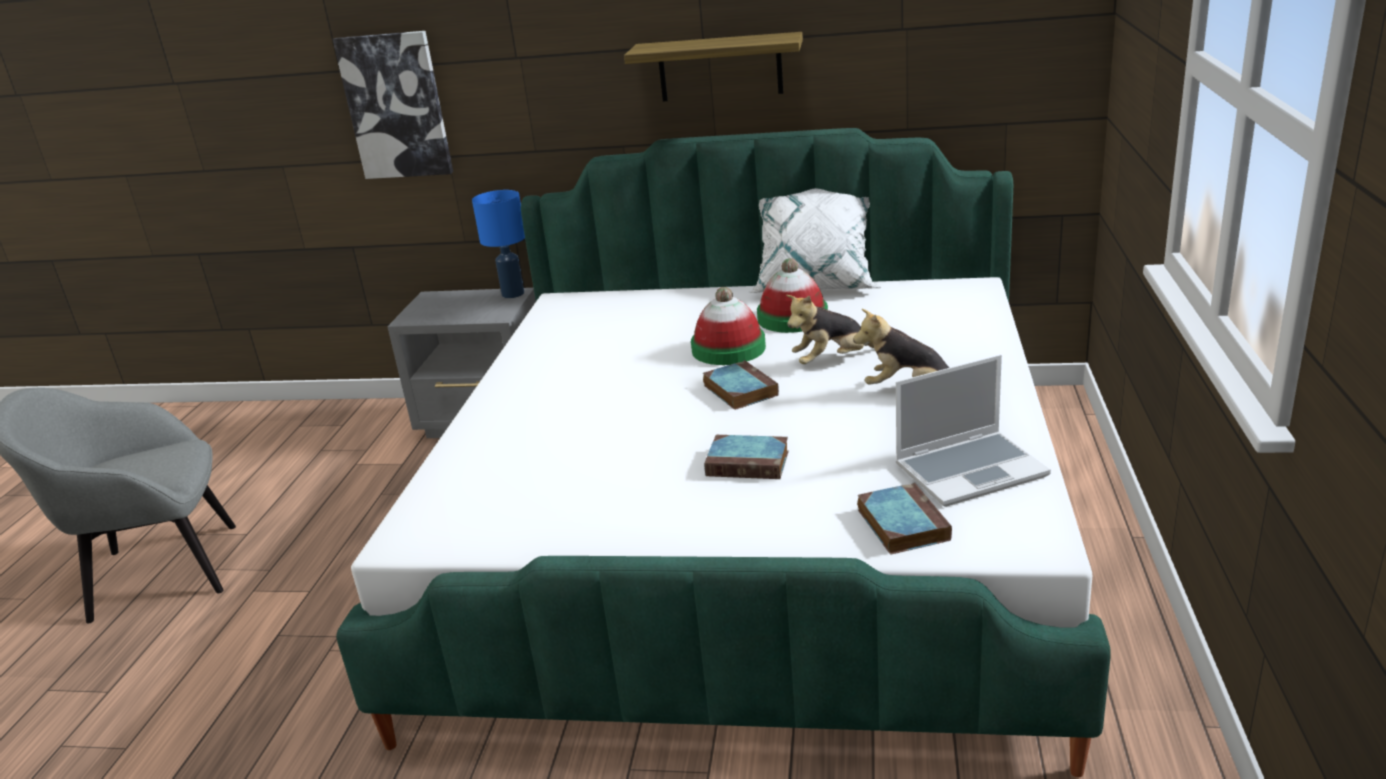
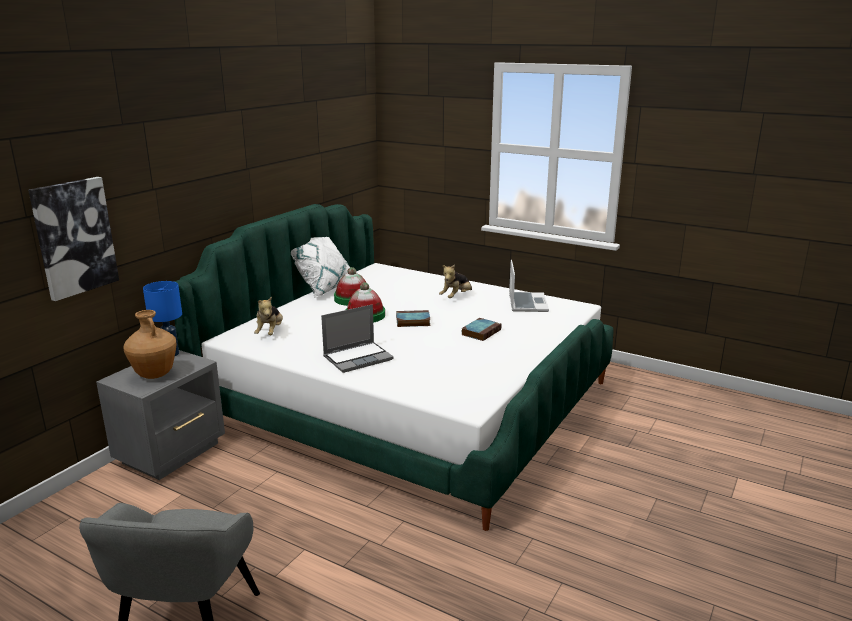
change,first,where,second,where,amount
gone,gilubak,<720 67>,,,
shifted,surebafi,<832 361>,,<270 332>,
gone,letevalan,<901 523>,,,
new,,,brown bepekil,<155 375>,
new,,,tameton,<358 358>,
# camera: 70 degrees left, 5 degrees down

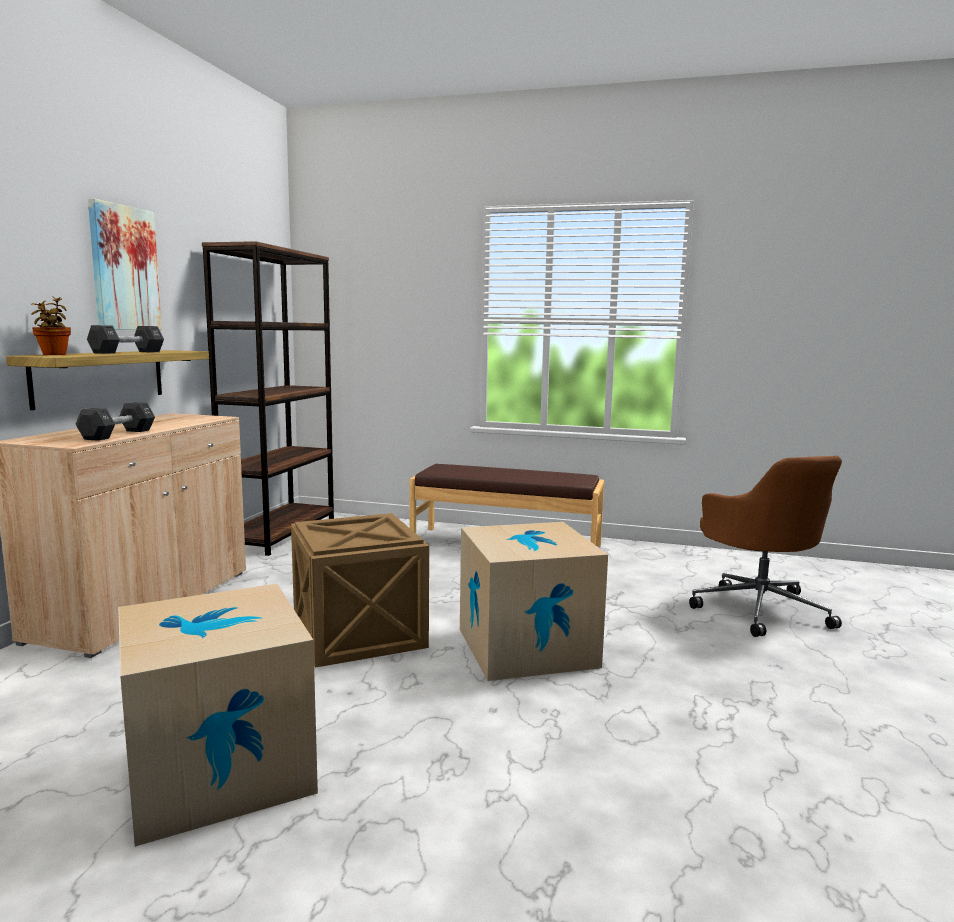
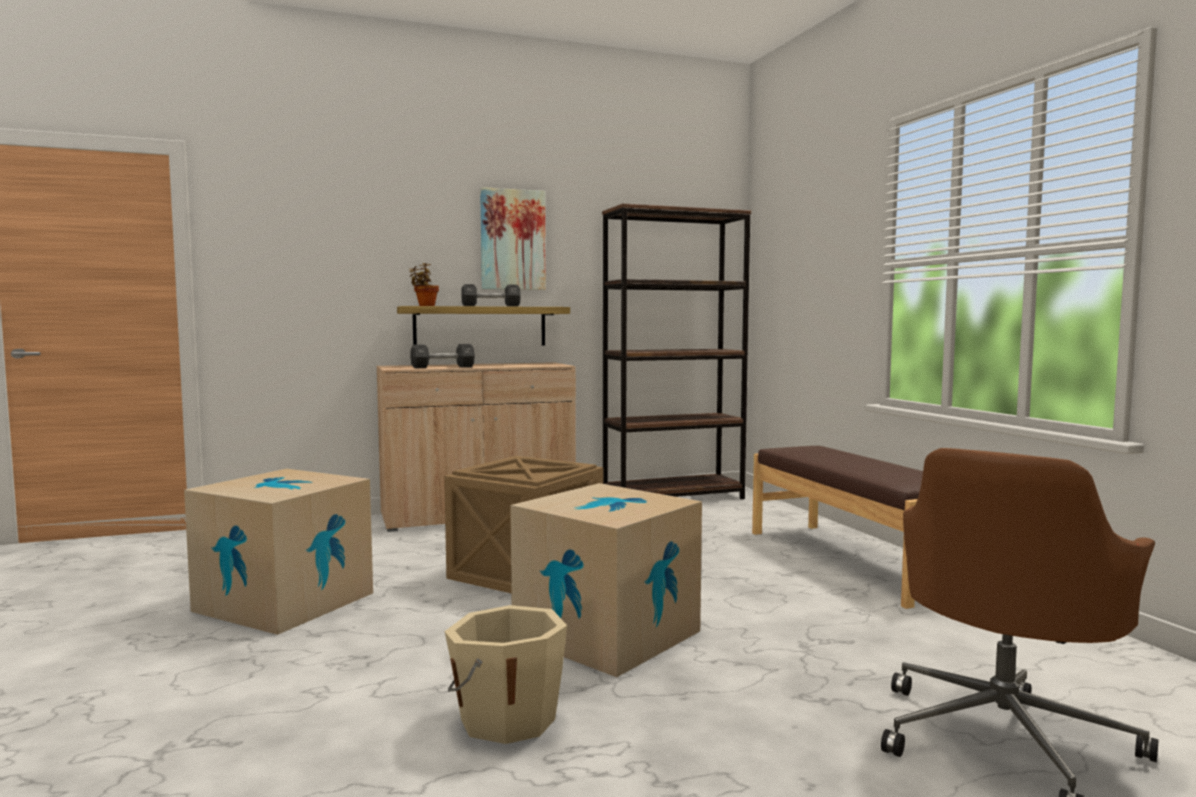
change,first,where,second,where,amount
new,,,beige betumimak,<505 718>,
# camera: 55 degrees right, 5 degrees down

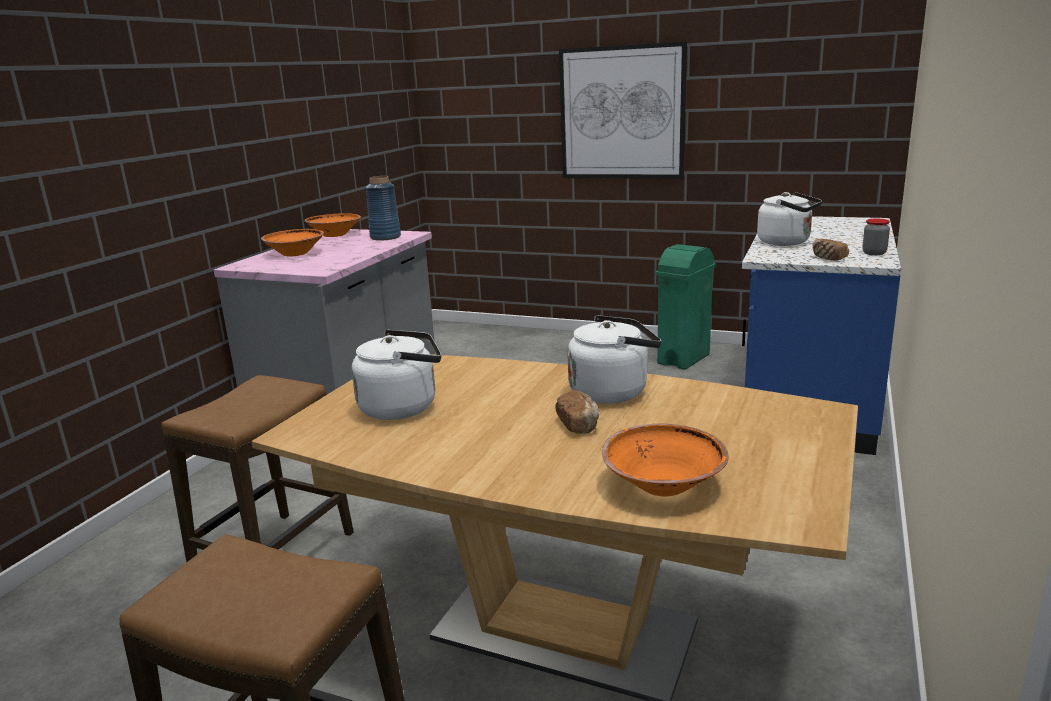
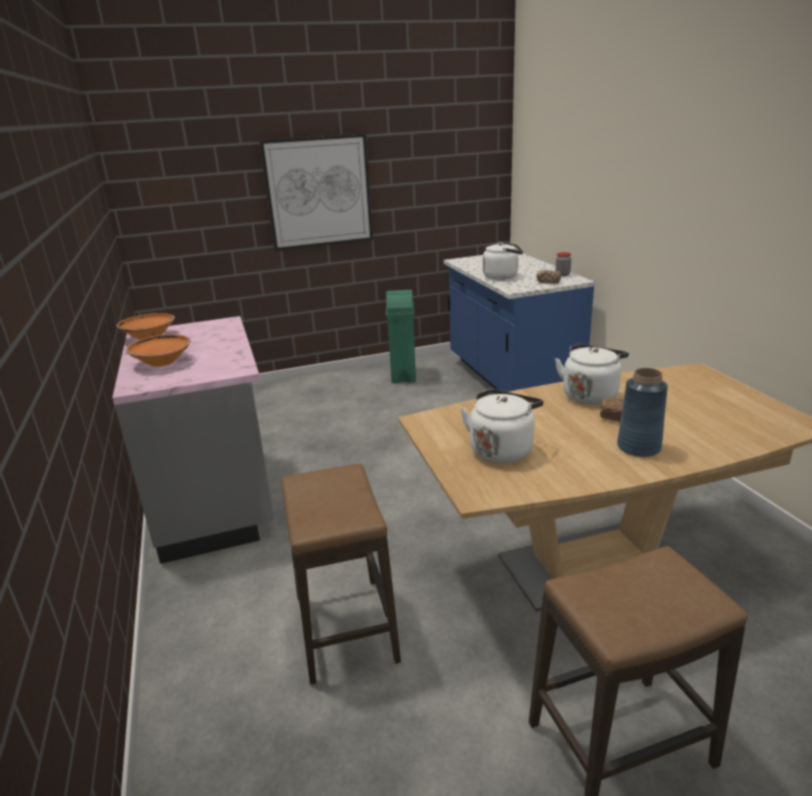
change,first,where,second,where,amount
shifted,blue bepekil,<385 237>,,<638 447>,
gone,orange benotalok,<663 484>,,,
# camera: 40 degrees left, 5 degrees up

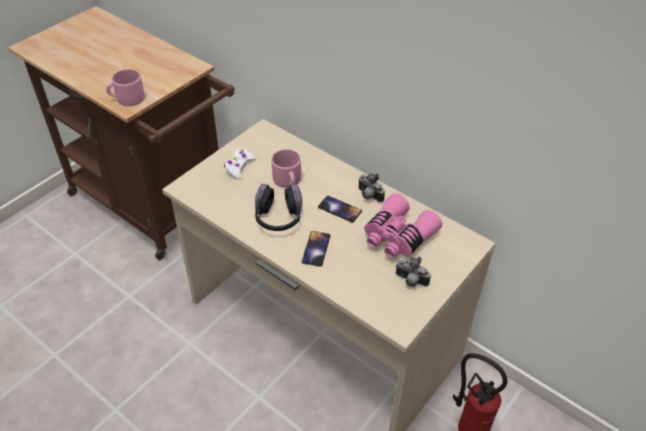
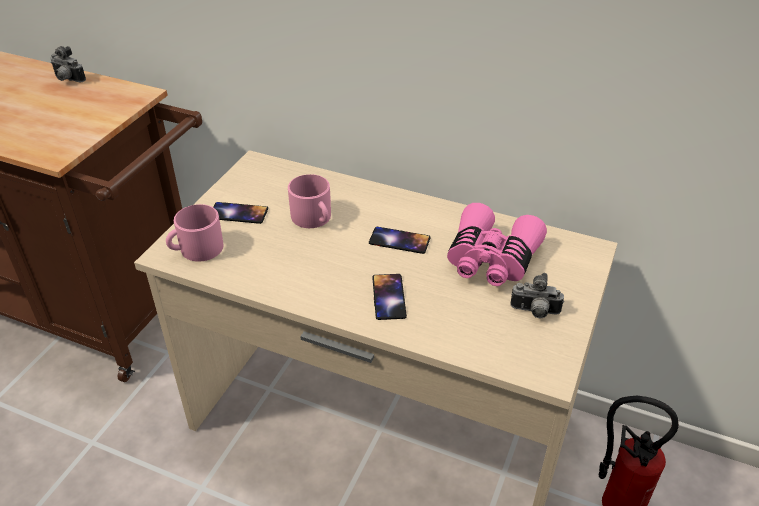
change,first,where,second,where,amount
shifted,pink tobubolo,<127 98>,,<196 249>,
swapped,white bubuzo,<239 167>,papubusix,<238 213>,
gone,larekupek,<278 218>,,,
shifted,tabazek,<368 196>,,<67 80>,
# camera: 15 degrees left, 5 degrees down

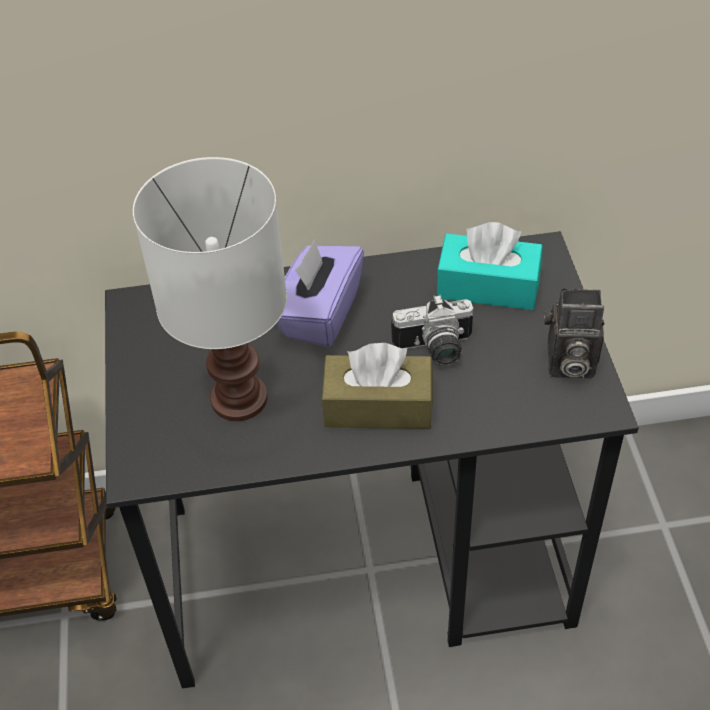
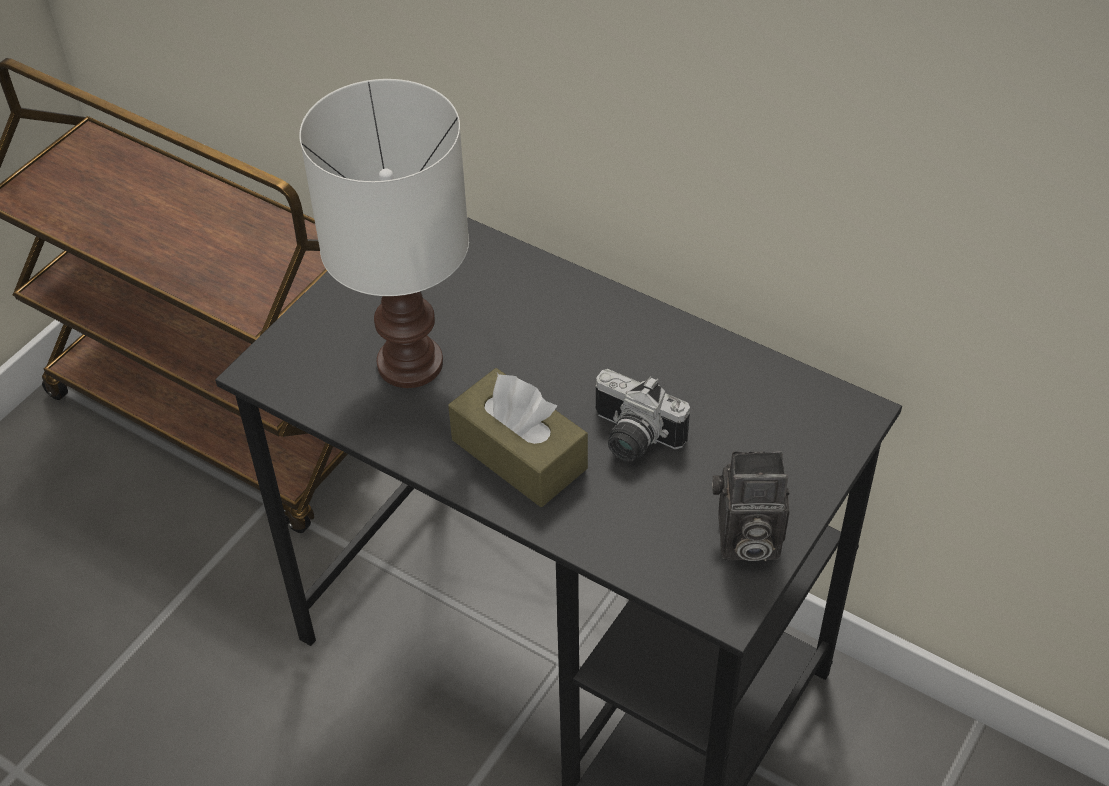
change,first,where,second,where,amount
gone,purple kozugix,<319 314>,,,
gone,turquoise kozugix,<488 286>,,,
rotated,tabazek,<567 364>,,<745 541>,45 degrees counterclockwise
# camera: 40 degrees right, 0 degrees up

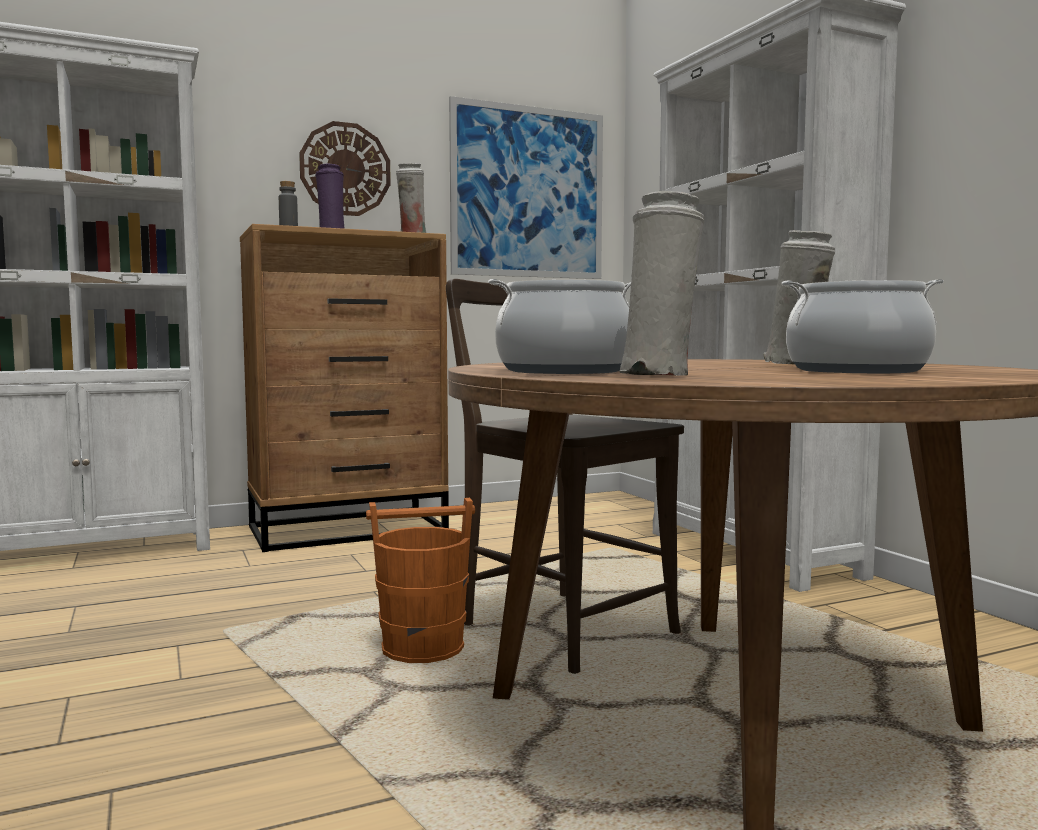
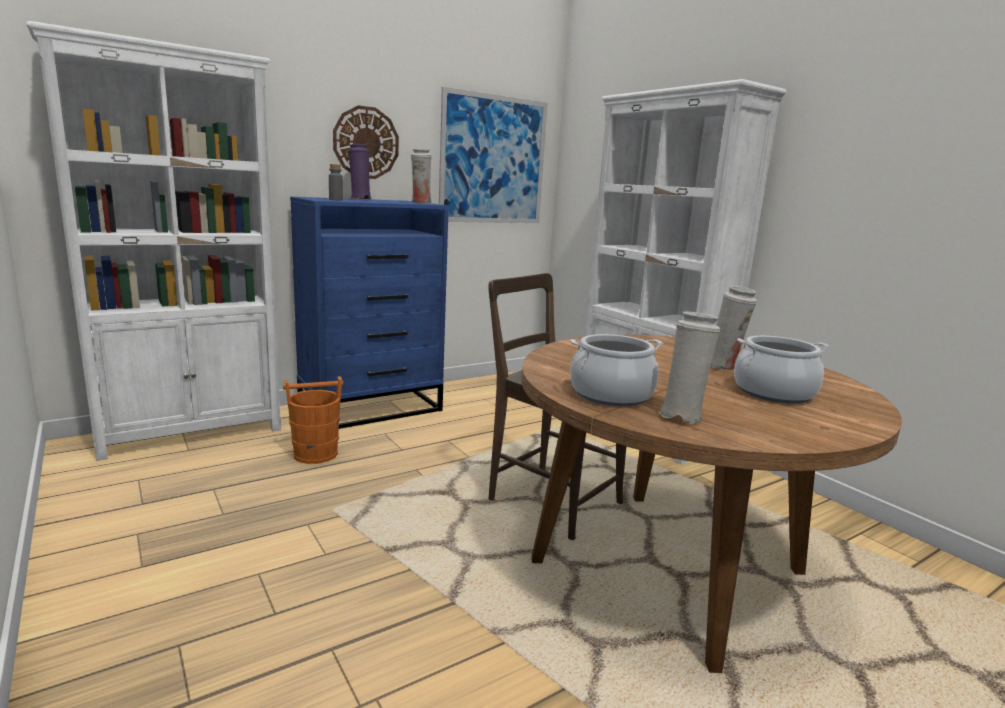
change,first,where,second,where,amount
repainted,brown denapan,<349 529>,blue denapan,<372 408>,
shifted,orange betumimak,<421 649>,,<315 454>,
# camera: 10 degrees left, 10 degrees up

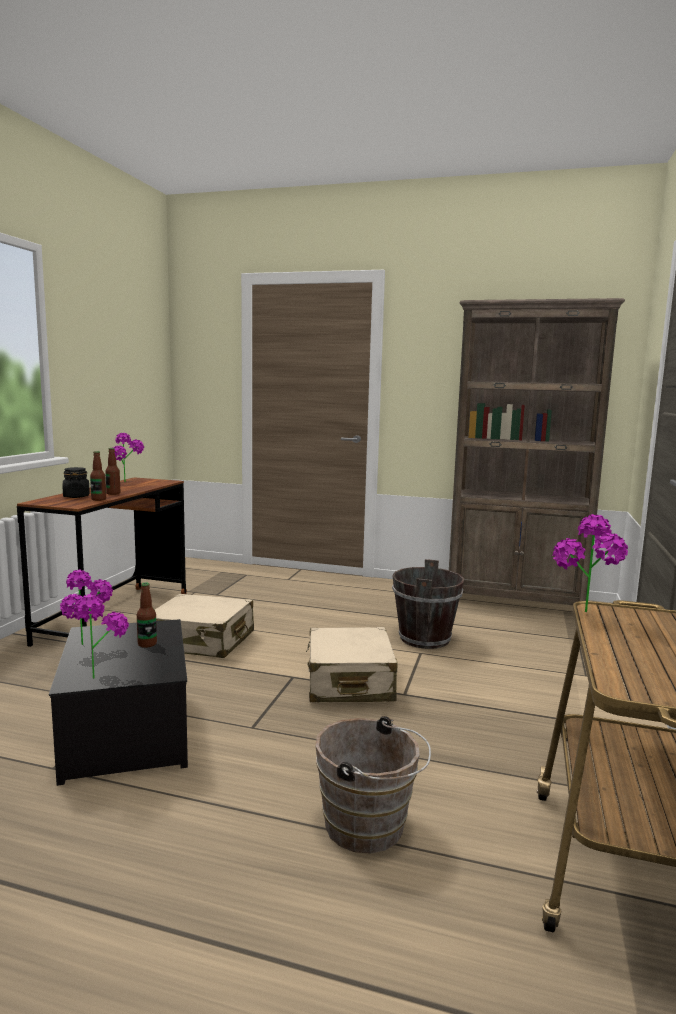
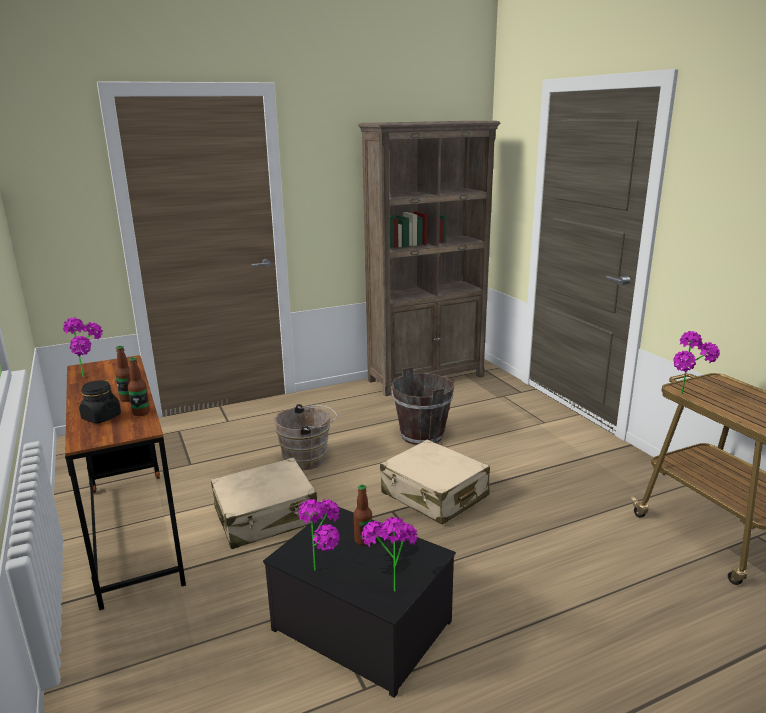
change,first,where,second,where,amount
shifted,brown betumimak,<370 828>,,<308 459>,
# camera: 40 degrees left, 10 degrees up

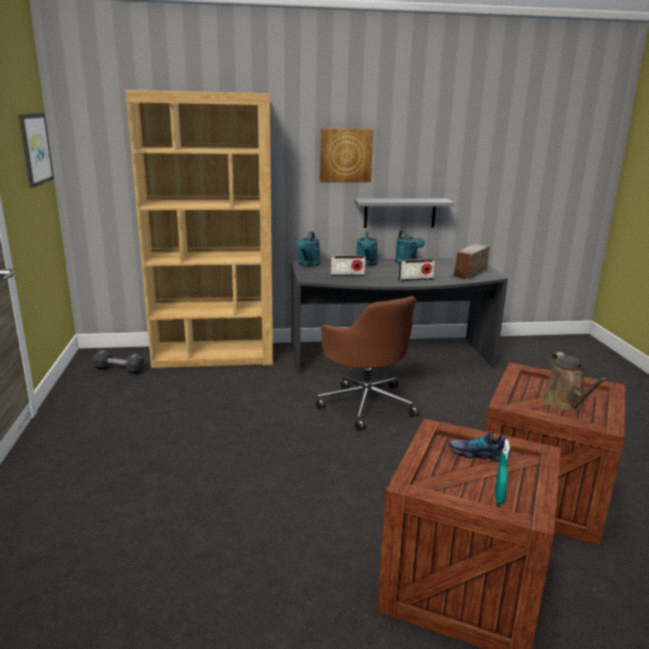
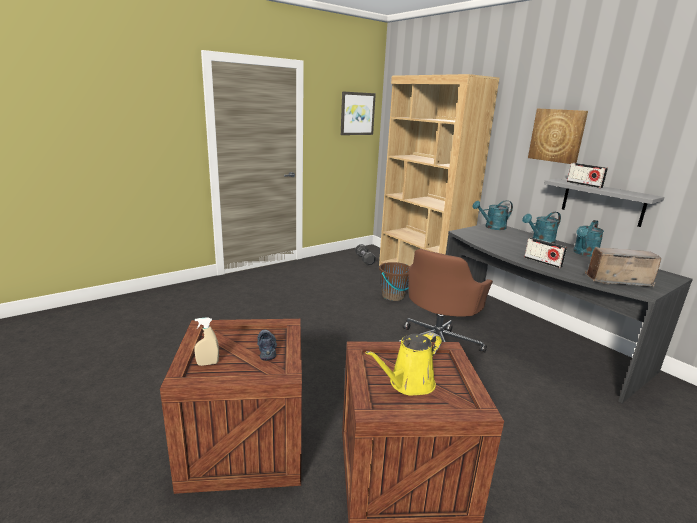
change,first,where,second,where,amount
shifted,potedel,<347 275>,,<584 185>,
repainted,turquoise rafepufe,<499 497>,beige rafepufe,<207 363>,
repainted,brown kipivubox,<566 403>,yellow kipivubox,<408 384>,
new,,,brown betumimak,<393 296>,
# camera: 60 degrees right, 0 degrees up

